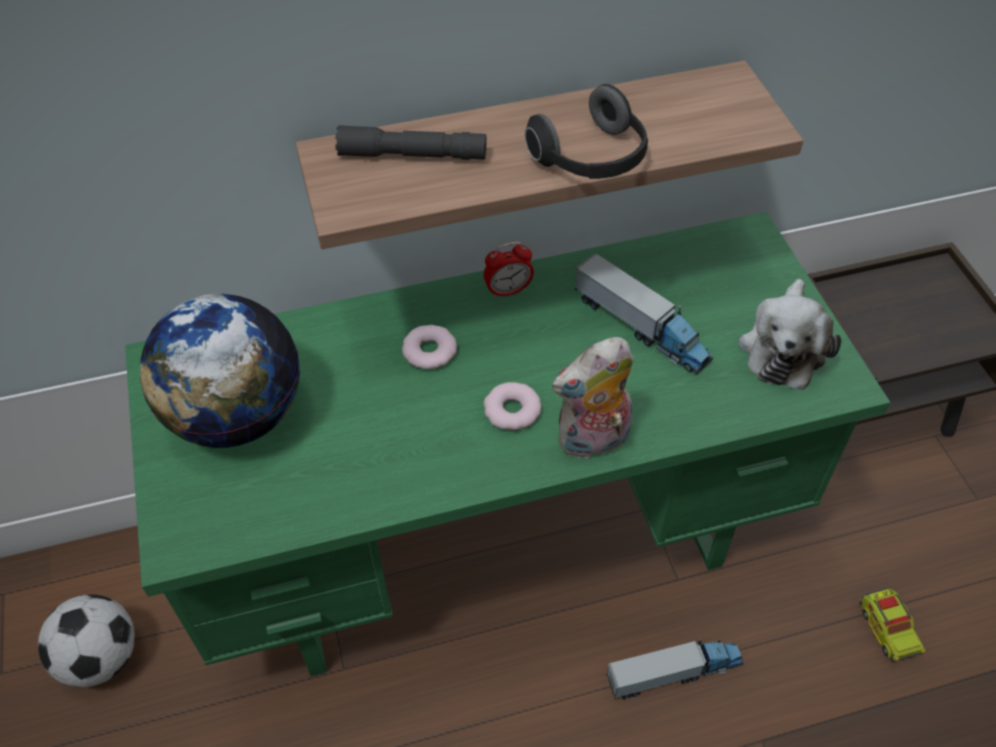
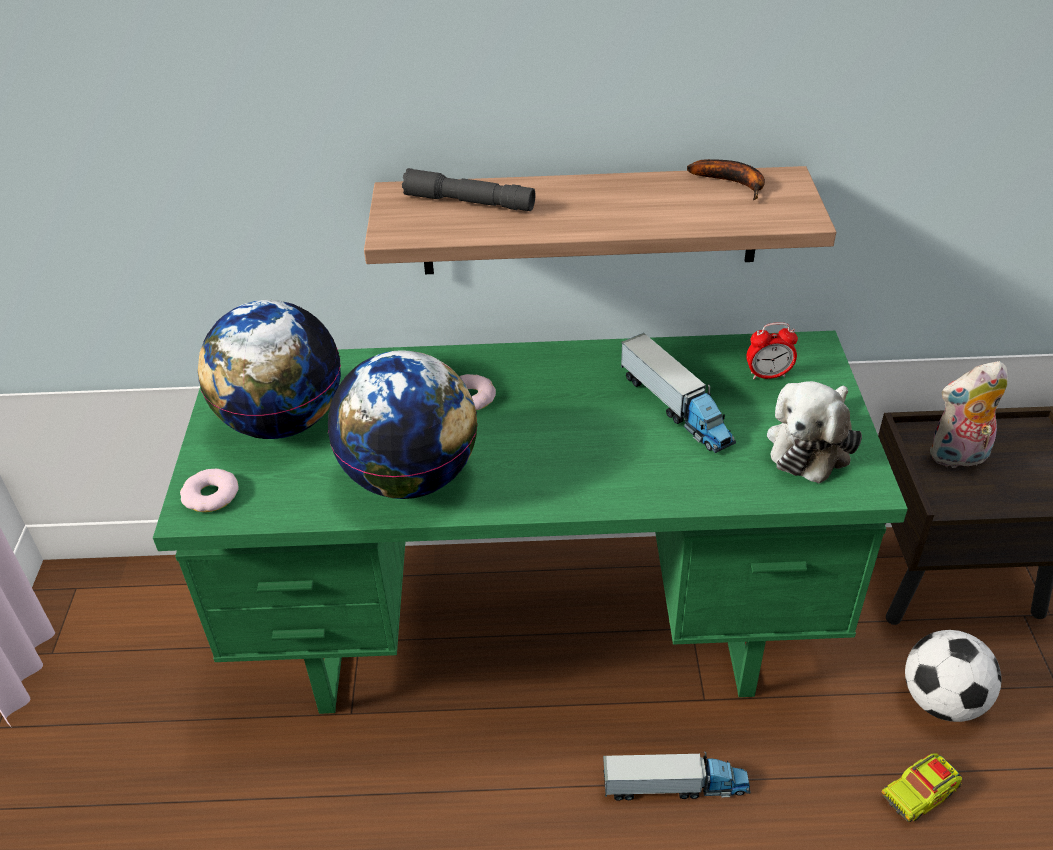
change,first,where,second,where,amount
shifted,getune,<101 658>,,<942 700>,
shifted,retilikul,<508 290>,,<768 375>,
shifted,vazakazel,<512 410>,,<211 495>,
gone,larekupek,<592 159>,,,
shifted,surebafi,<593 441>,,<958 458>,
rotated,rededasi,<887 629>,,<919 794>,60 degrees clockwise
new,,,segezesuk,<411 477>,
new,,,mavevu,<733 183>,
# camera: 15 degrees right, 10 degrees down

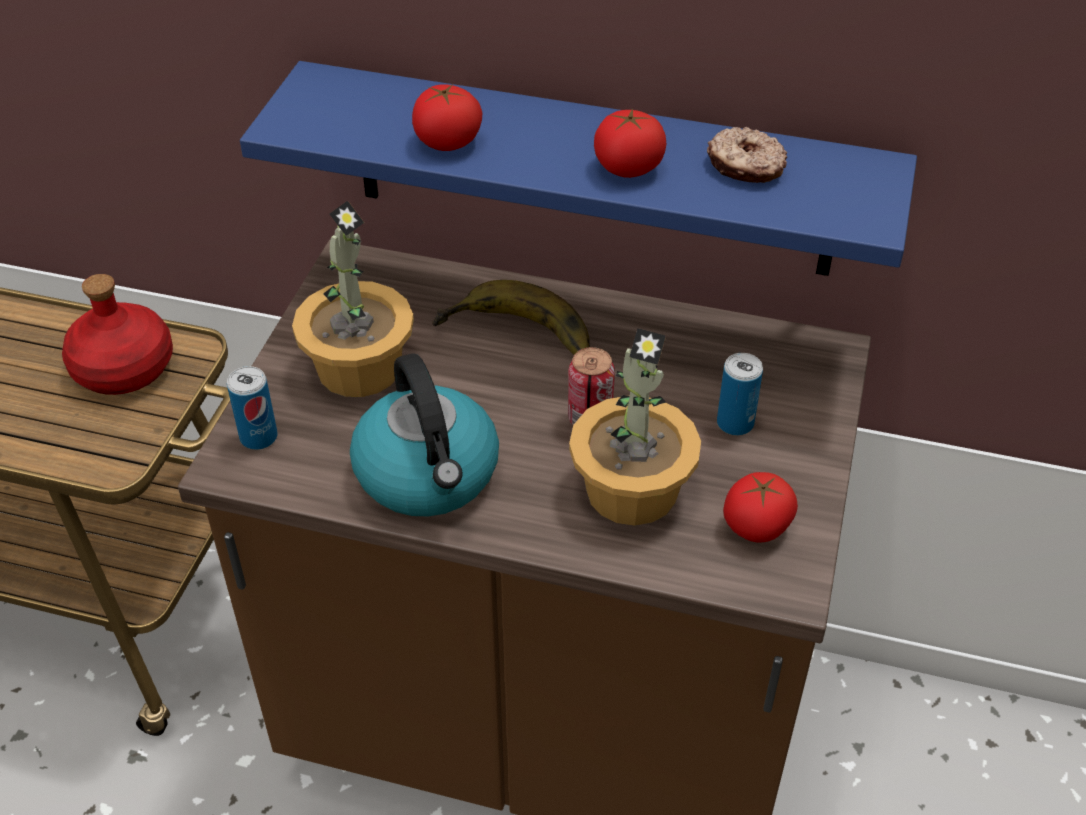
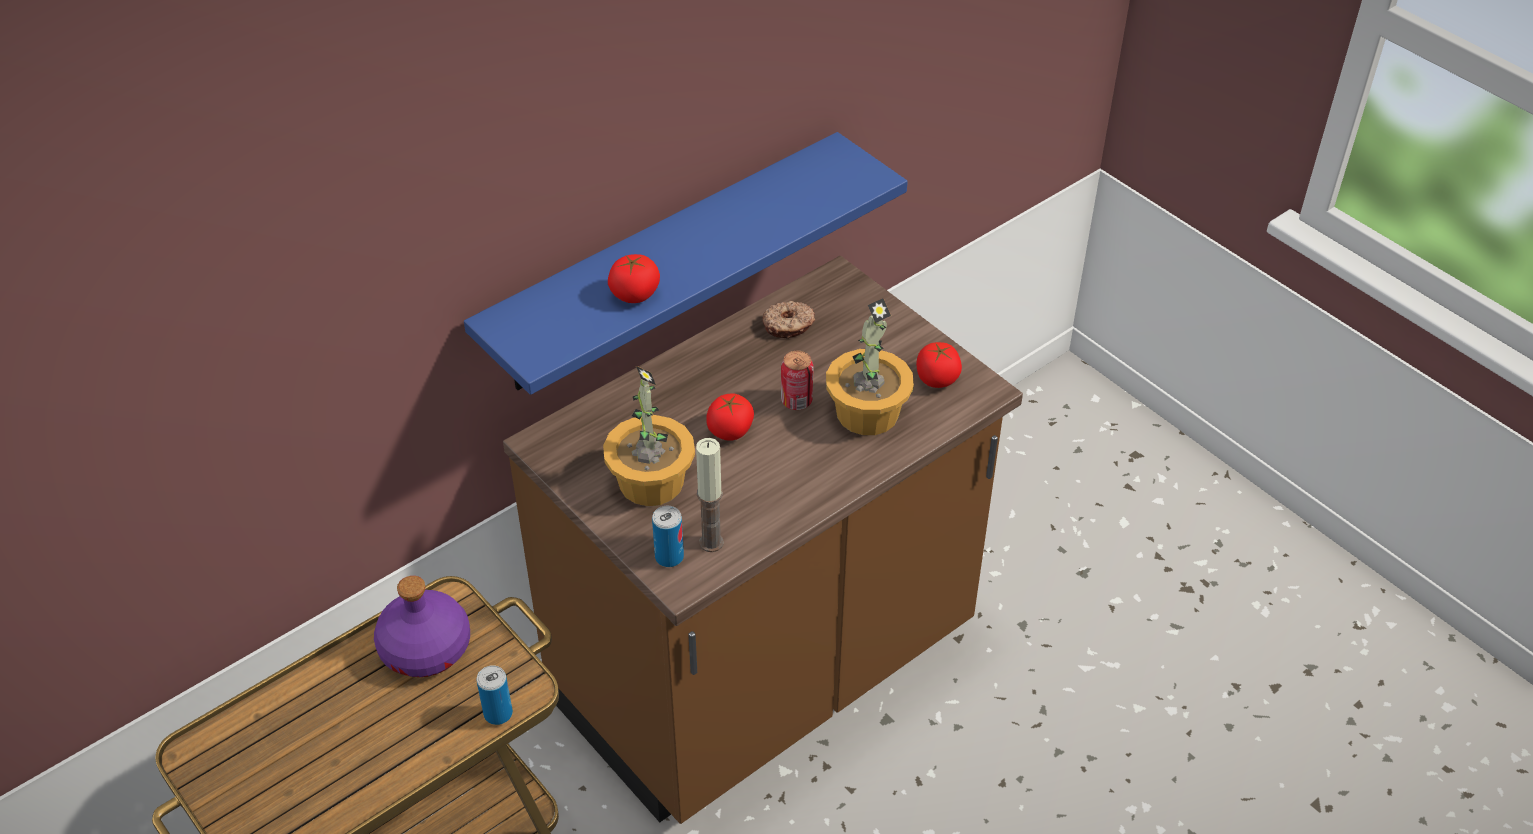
change,first,where,second,where,amount
repainted,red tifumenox,<123 369>,purple tifumenox,<426 649>,
gone,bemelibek,<429 474>,,,
gone,mavevu,<516 340>,,,
shifted,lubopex,<628 168>,,<730 431>,
shifted,vazakazel,<745 166>,,<788 326>,
shifted,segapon,<735 423>,,<498 713>,
new,,,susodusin,<711 542>,
# camera: 55 degrees left, 0 degrees up

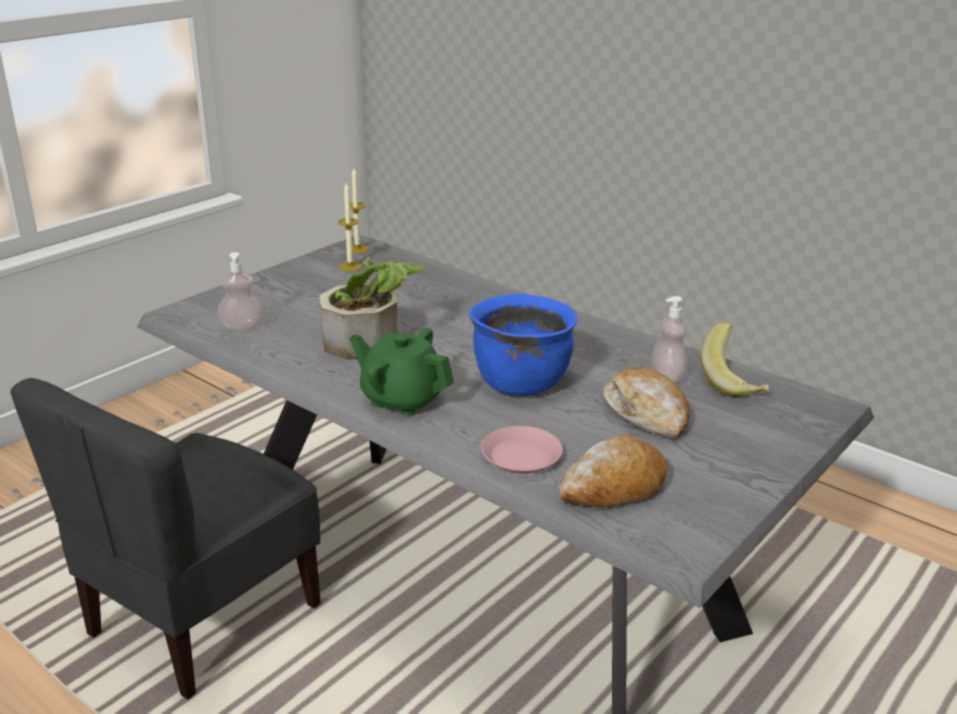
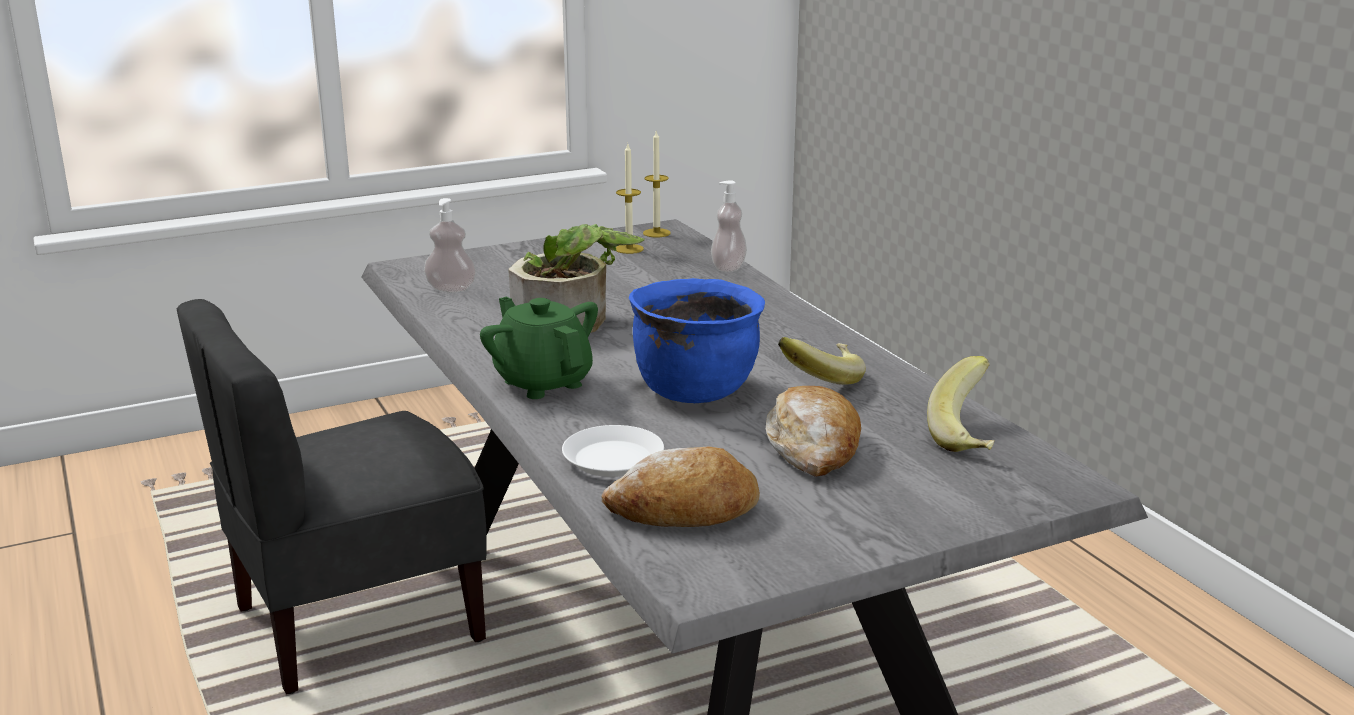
change,first,where,second,where,amount
repainted,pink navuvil,<521 457>,white navuvil,<612 459>,
shifted,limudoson,<667 376>,,<728 268>,
new,,,mavevu,<820 380>,
# camera: 25 degrees right, 5 degrees down

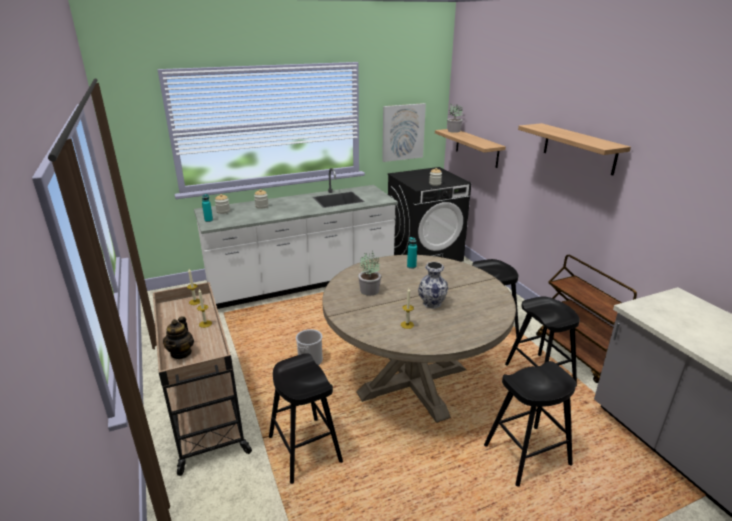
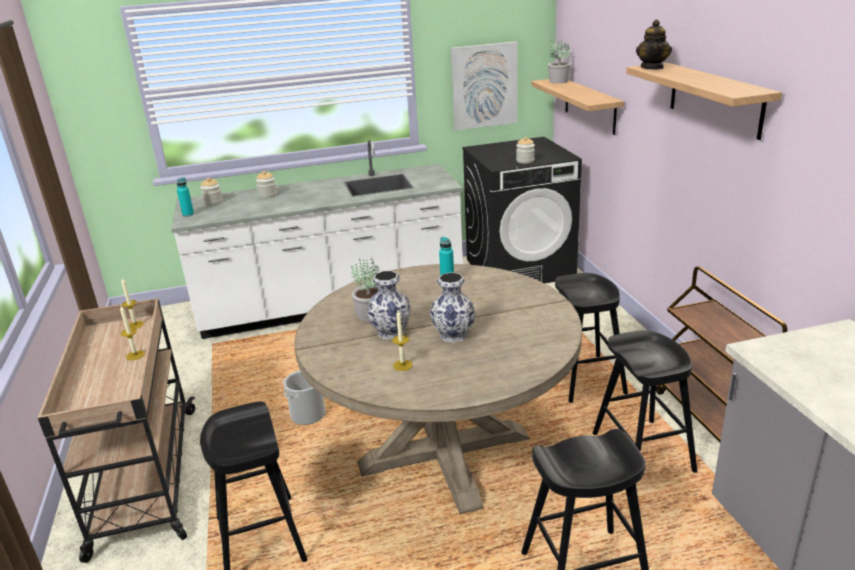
change,first,where,second,where,amount
shifted,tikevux,<181 353>,,<652 67>,
new,,,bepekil,<390 333>,
# camera: 10 degrees right, 0 degrees up

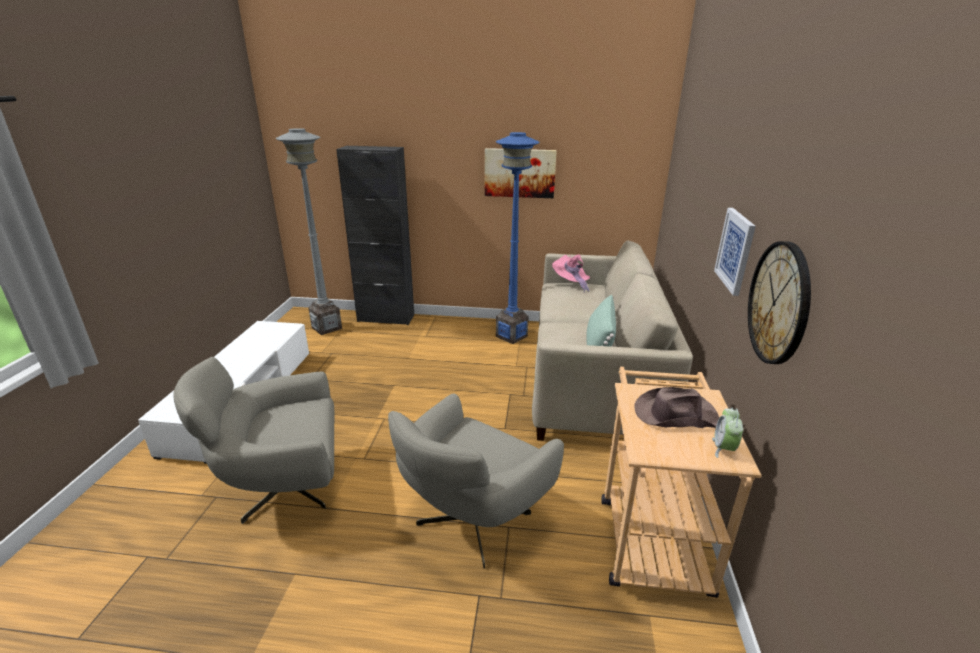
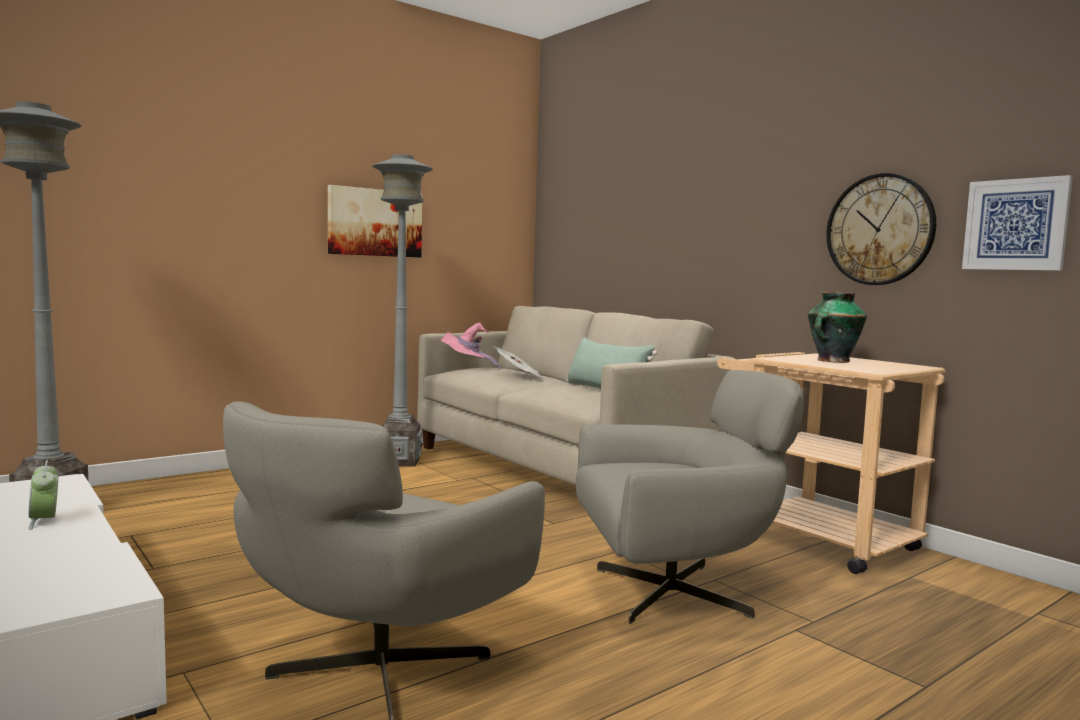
change,first,where,second,where,amount
gone,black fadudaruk,<386 318>,,,
rotated,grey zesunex,<471 522>,,<677 592>,90 degrees counterclockwise
repainted,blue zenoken,<511 336>,grey zenoken,<400 461>,
swapped,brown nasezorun,<674 414>,bepekil,<832 361>,
shifted,retilikul,<723 449>,,<44 522>,
shifted,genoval,<735 250>,,<1015 224>,
new,,,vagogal,<519 376>,
# camera: 45 degrees left, 20 degrees down

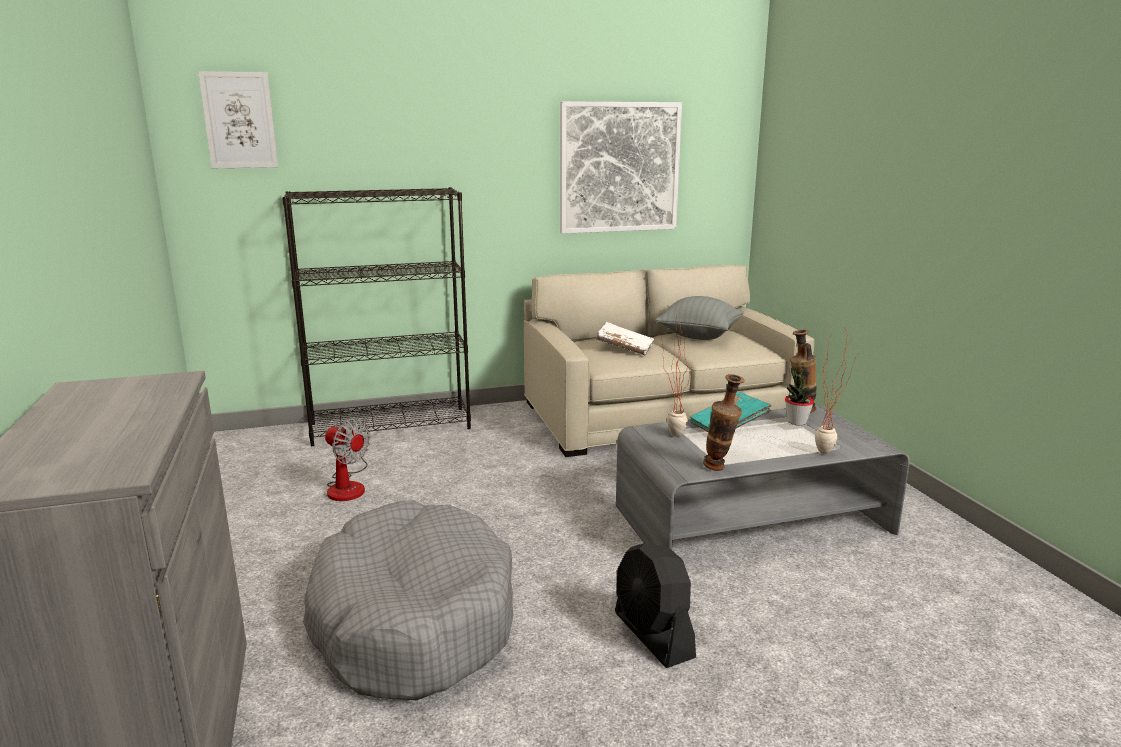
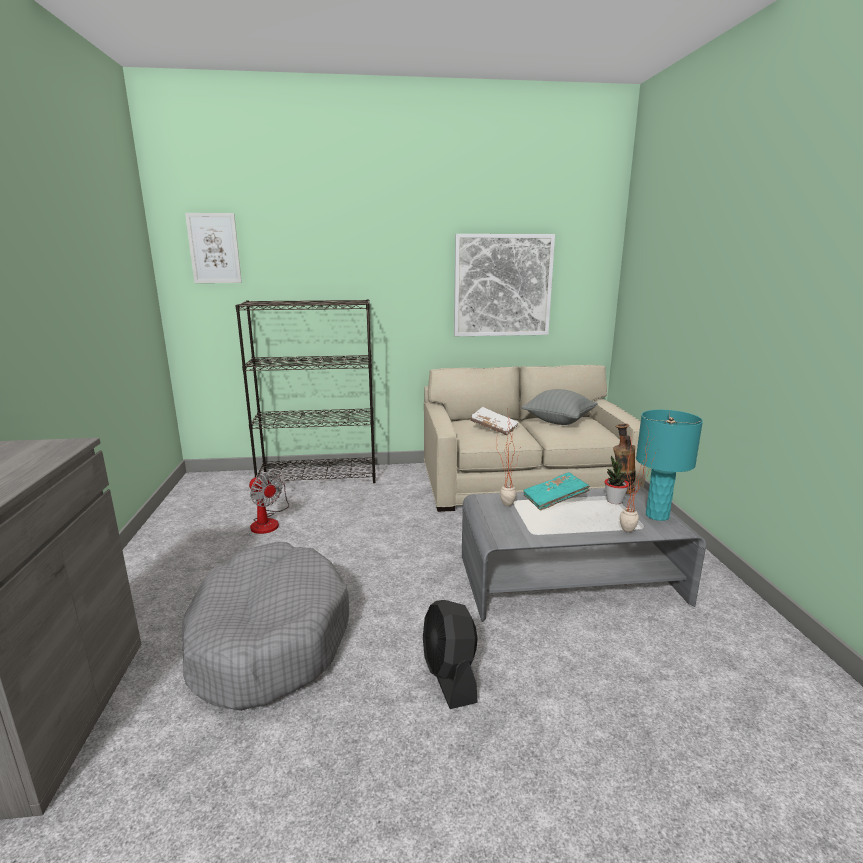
change,first,where,second,where,amount
gone,bepekil,<719 469>,,,
new,,,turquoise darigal,<657 515>,
# camera: 10 degrees right, 0 degrees up

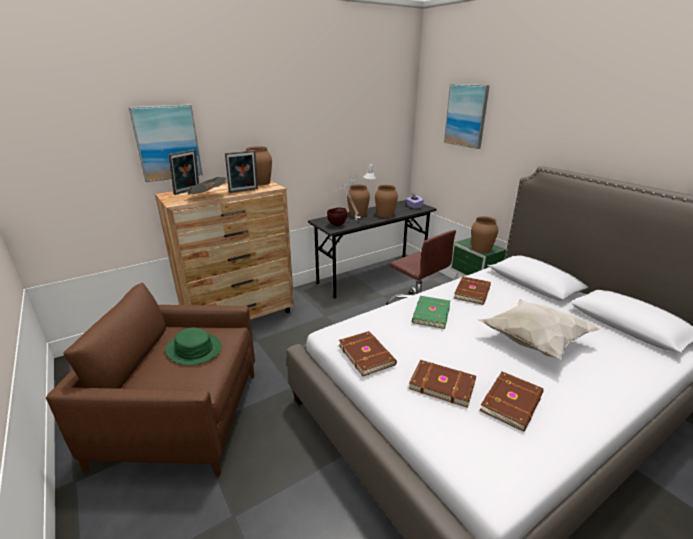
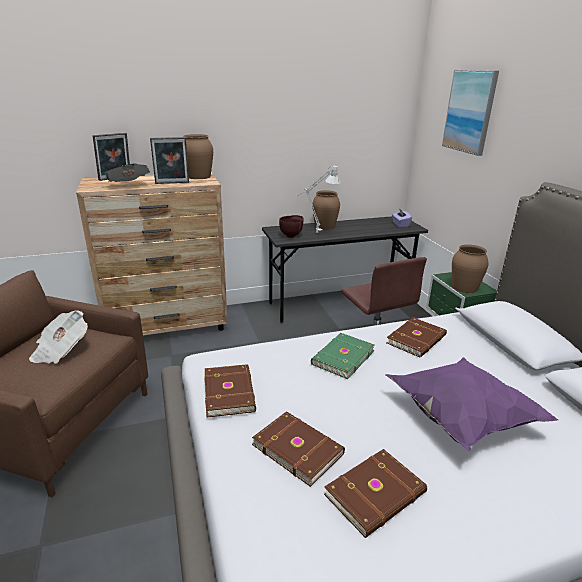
change,first,where,second,where,amount
gone,genoval,<167 143>,,,
swapped,green nasezorun,<193 349>,vagogal,<61 350>,
gone,brown bepekil,<385 214>,,,
repainted,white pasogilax,<532 341>,purple pasogilax,<459 418>,
# camera: 15 degrees right, 0 degrees up

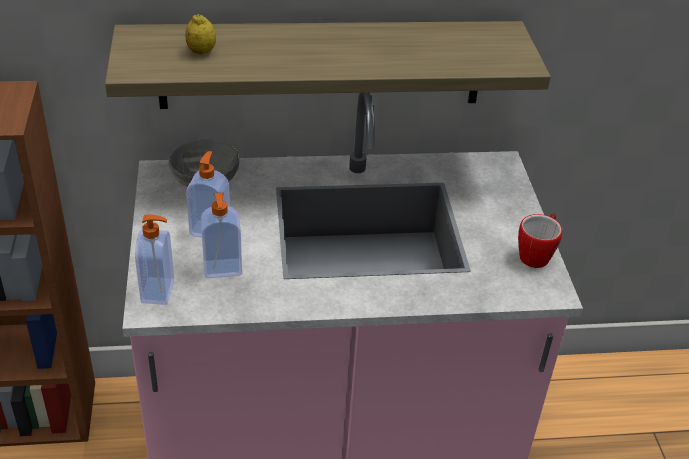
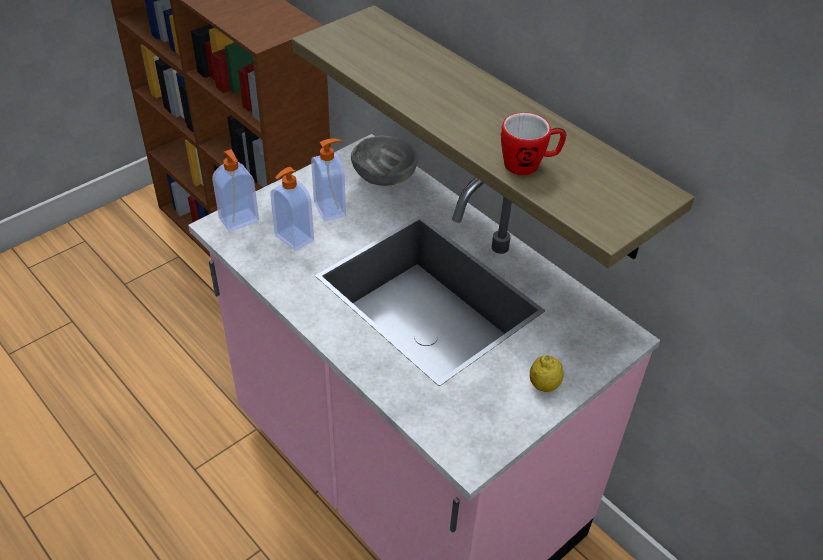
change,first,where,second,where,amount
shifted,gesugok,<201 51>,,<544 385>,
shifted,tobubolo,<537 254>,,<529 165>,
# camera: 55 degrees right, 5 degrees up

